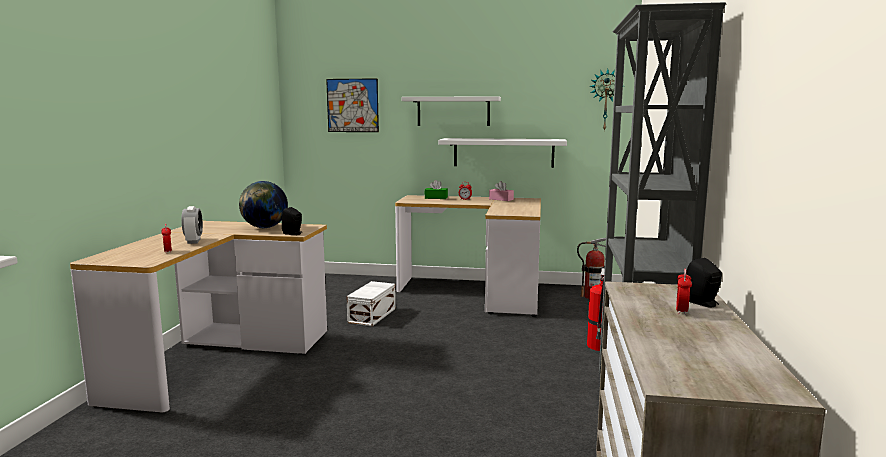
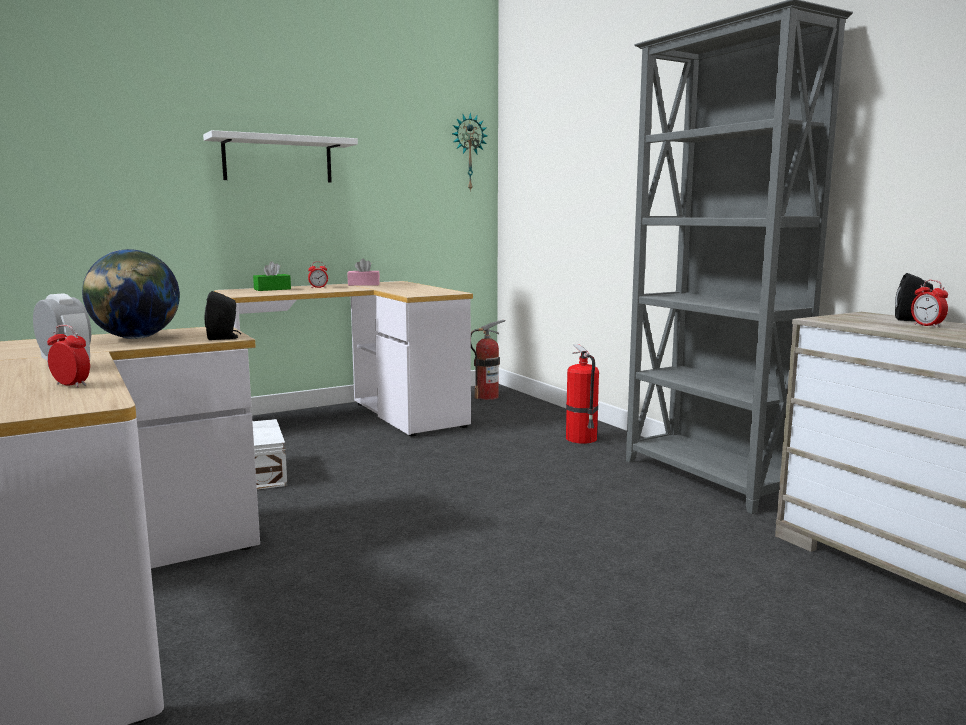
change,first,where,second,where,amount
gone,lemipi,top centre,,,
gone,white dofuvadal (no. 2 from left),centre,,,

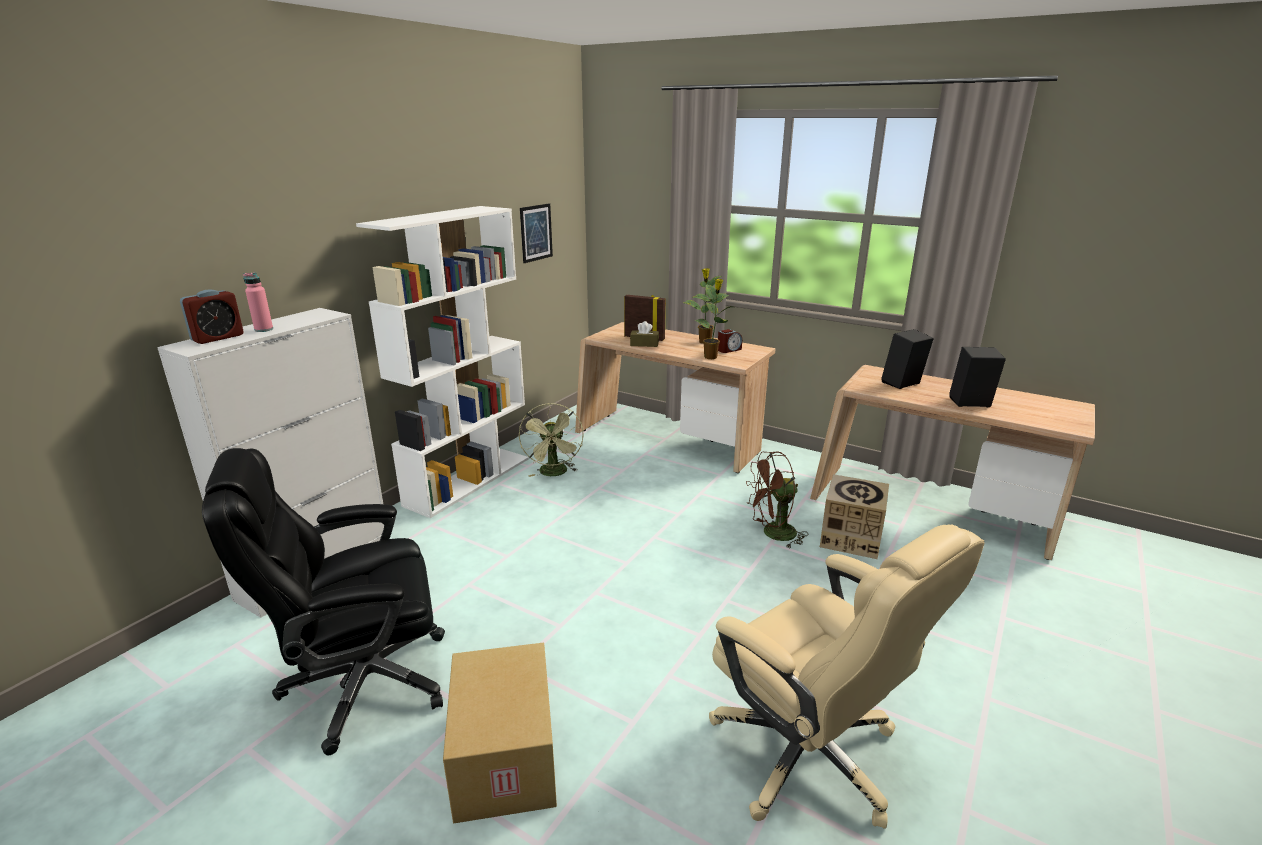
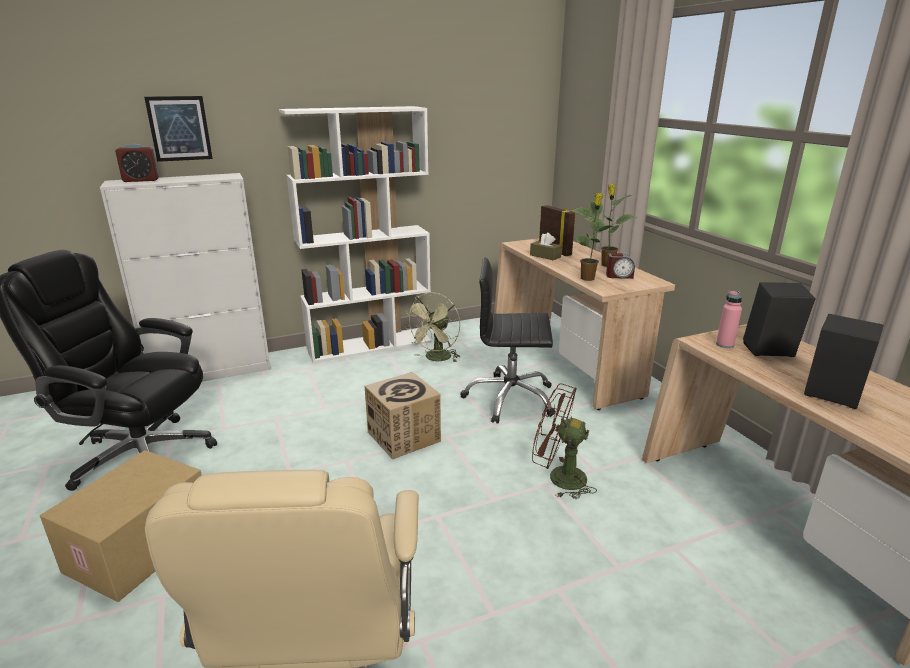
change,first,where,second,where,amount
new,,,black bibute (no. 2 from left),centre,
shifted,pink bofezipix,middle left,,middle right,
shifted,lemipi,top centre,,top left,
shifted,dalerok (no. 2 from left),middle right,,centre,

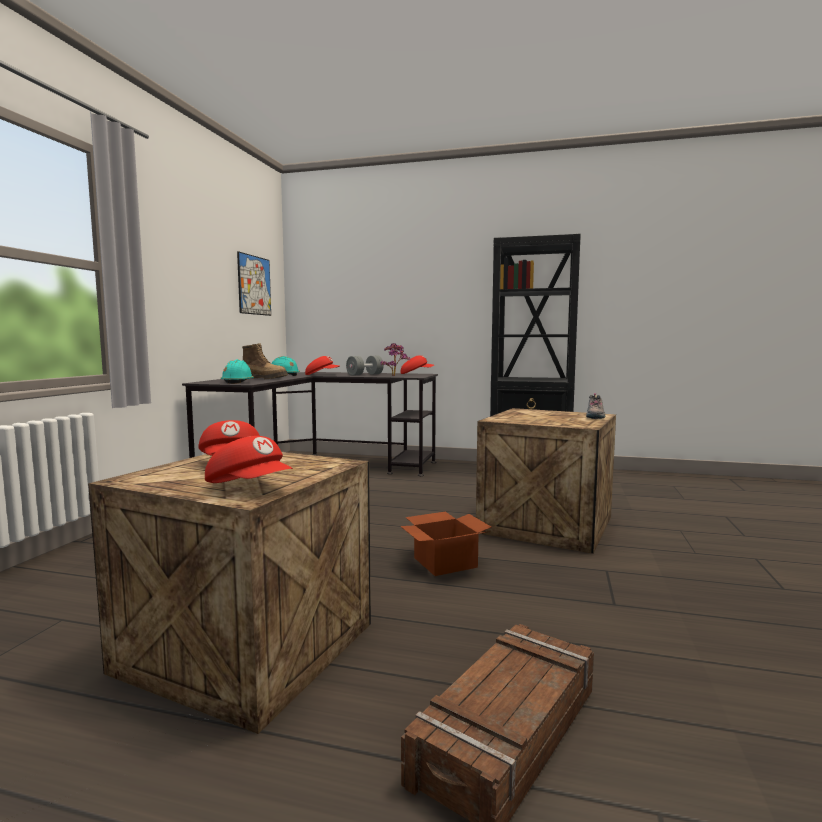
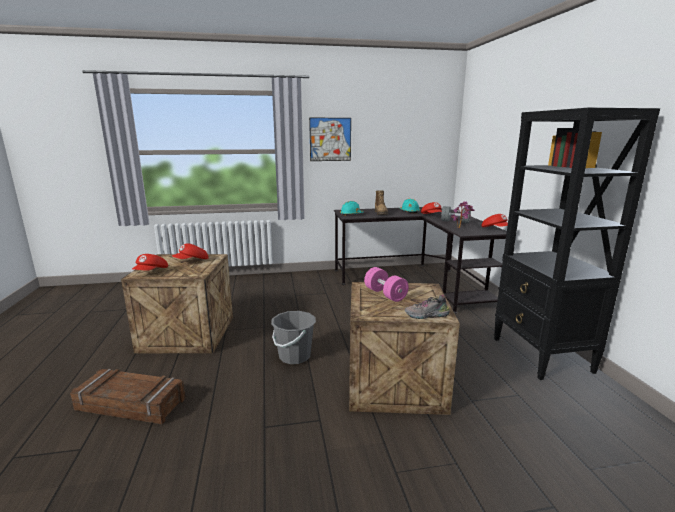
change,first,where,second,where,amount
new,,,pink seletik,centre,
shifted,lemipi,middle left,,top centre,
swapped,dalerok,centre,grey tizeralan,centre,

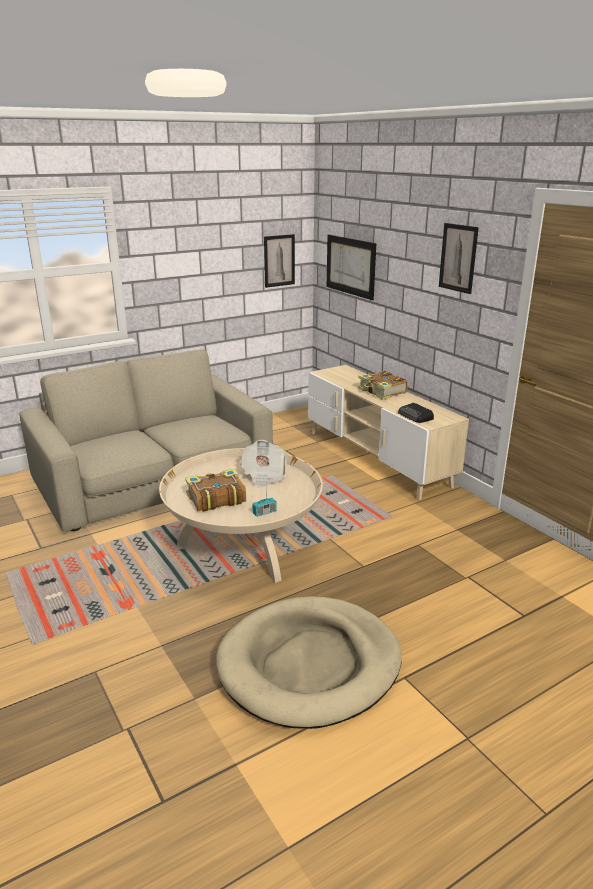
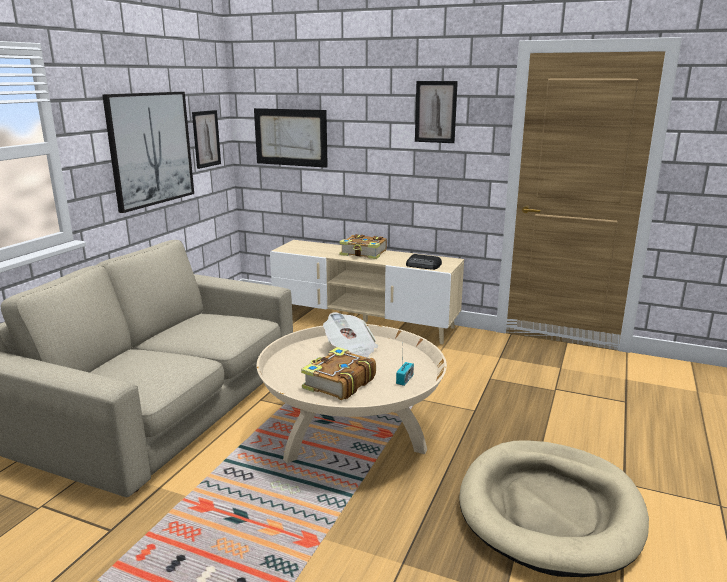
change,first,where,second,where,amount
new,,,lemipi (no. 1 from left),top left,

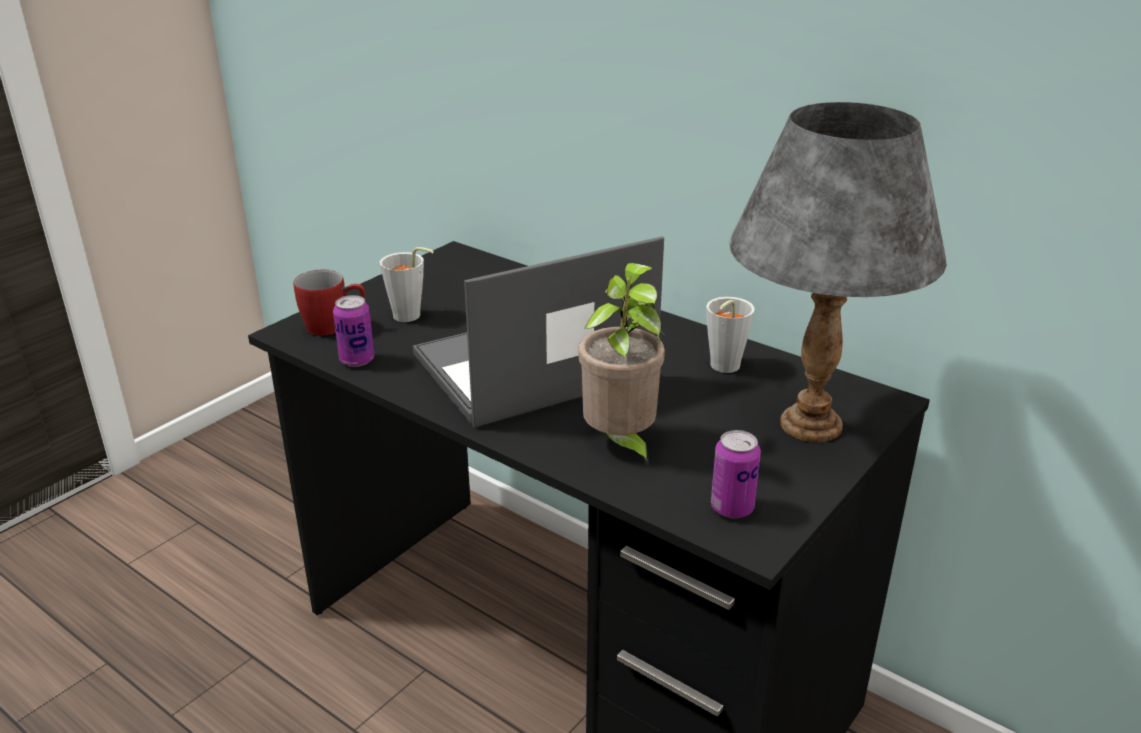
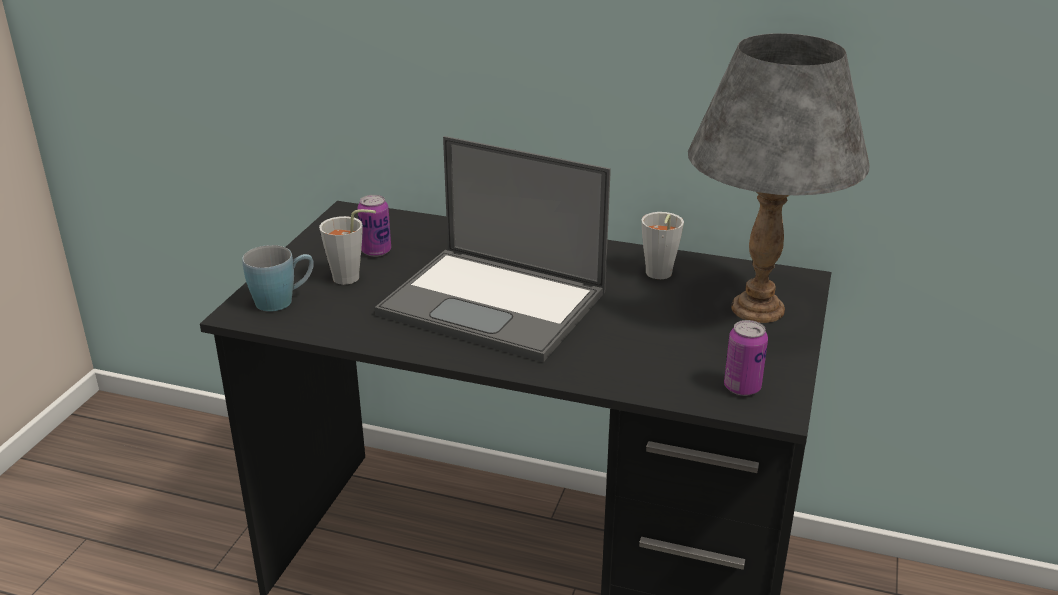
change,first,where,second,where,amount
gone,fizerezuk,centre,,,
shifted,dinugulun (no. 1 from left),middle left,,centre,
repainted,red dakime,middle left,blue dakime,middle left,
rotated,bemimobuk,centre,,centre,105 degrees counterclockwise

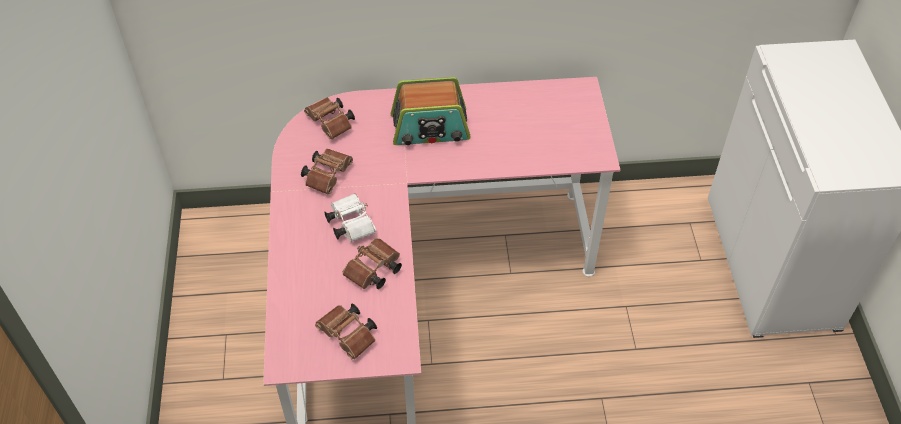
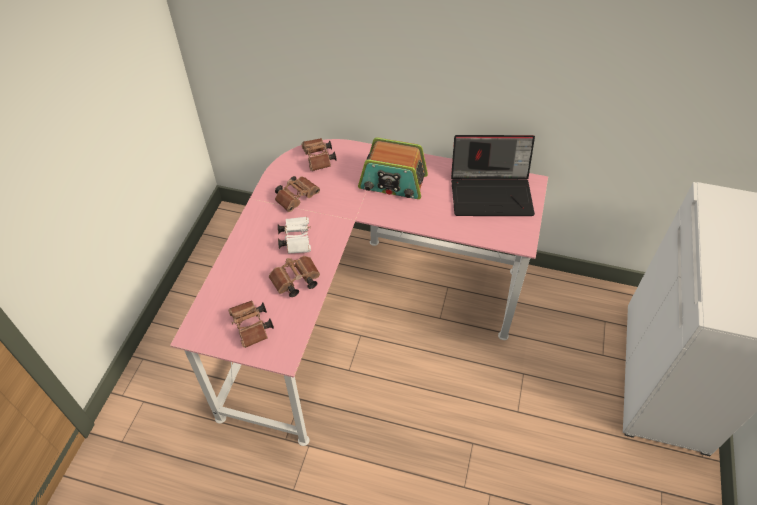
change,first,where,second,where,amount
new,,,bemimobuk,centre,

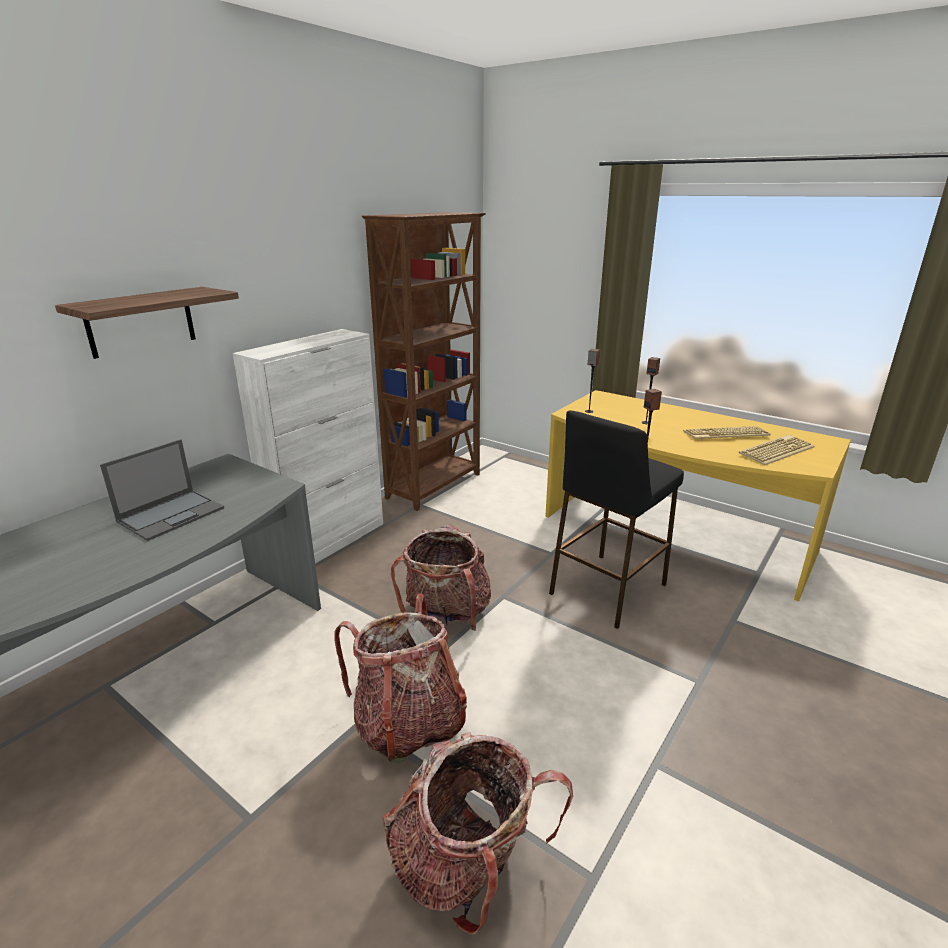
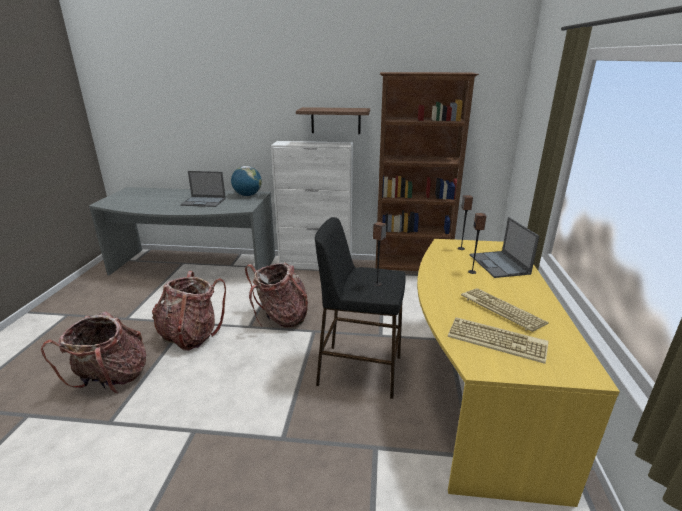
change,first,where,second,where,amount
new,,,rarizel,centre,
new,,,bemimobuk (no. 2 from left),middle right,
shifted,dofuvadal,middle left,,top centre,

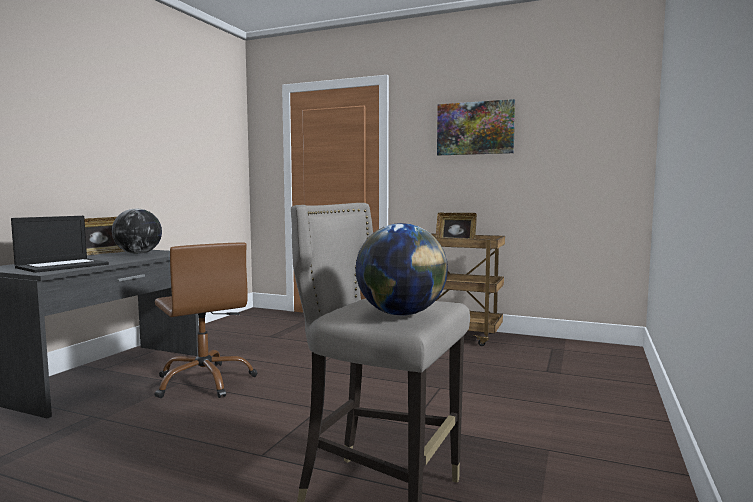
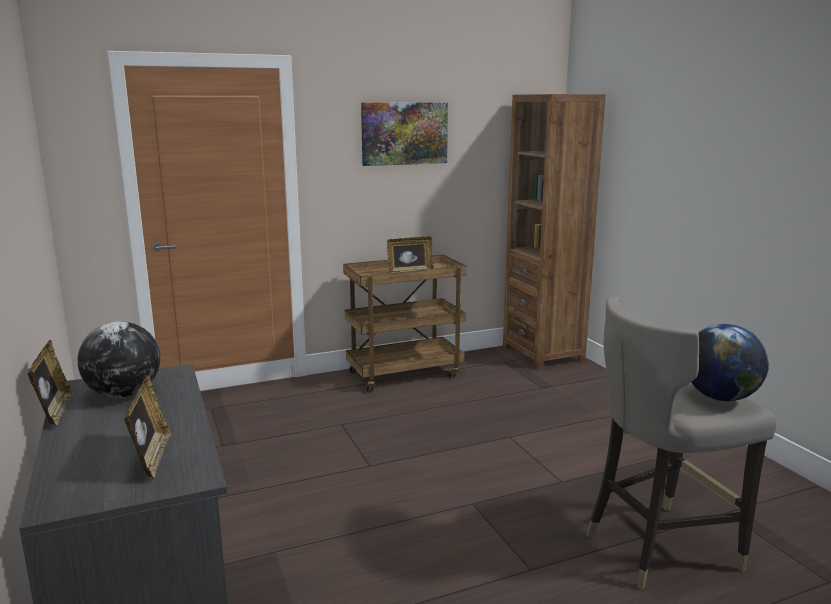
change,first,where,second,where,amount
gone,brown bibute,middle left,,,
new,,,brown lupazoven,middle right,
swapped,bemimobuk,middle left,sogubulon (no. 2 from left),bottom left,

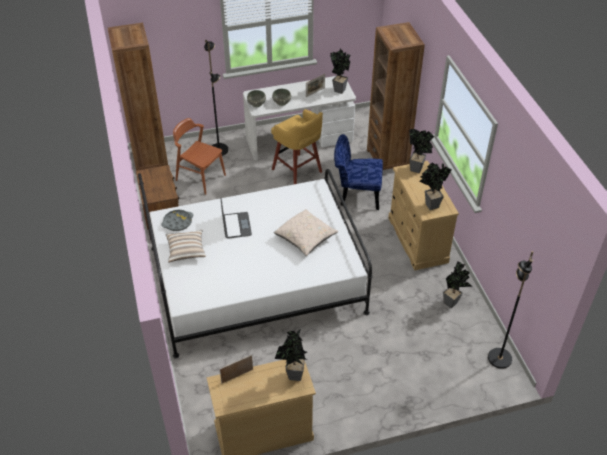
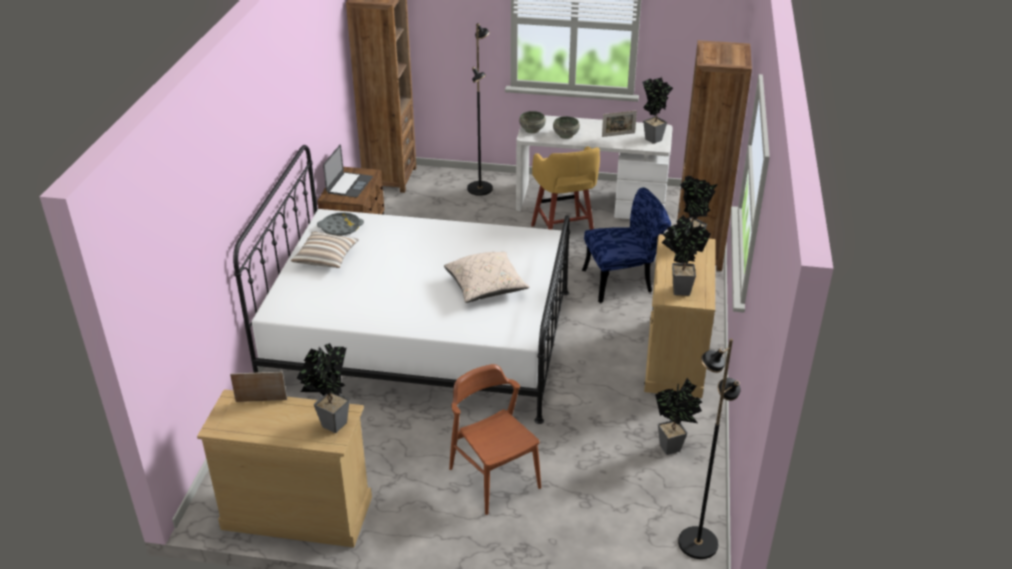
change,first,where,second,where,amount
shifted,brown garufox,middle left,,bottom centre,
shifted,bemimobuk,centre,,top centre,
rotated,blue garufox,centre,,centre,135 degrees clockwise

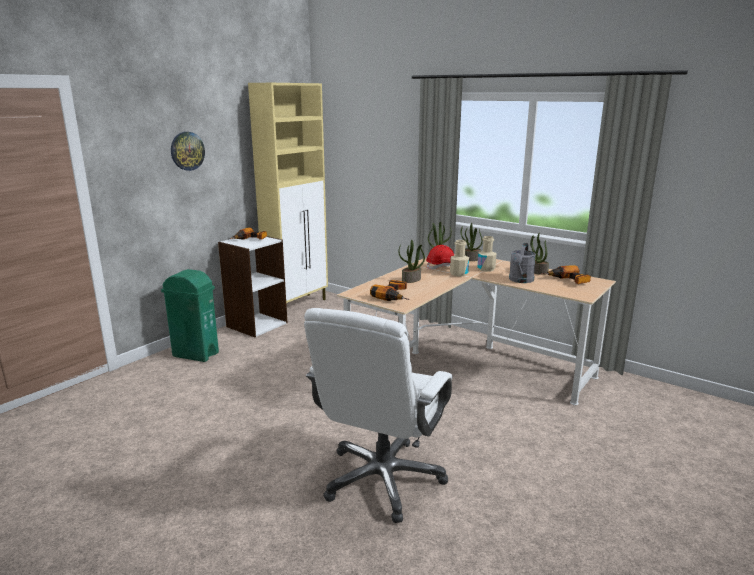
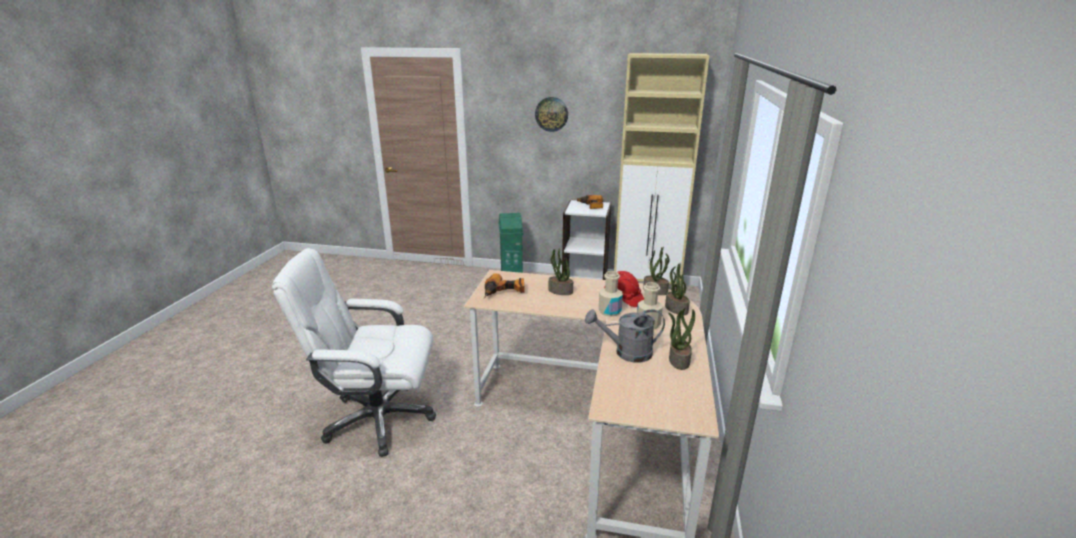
change,first,where,second,where,amount
gone,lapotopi (no. 3 from left),middle right,,,

